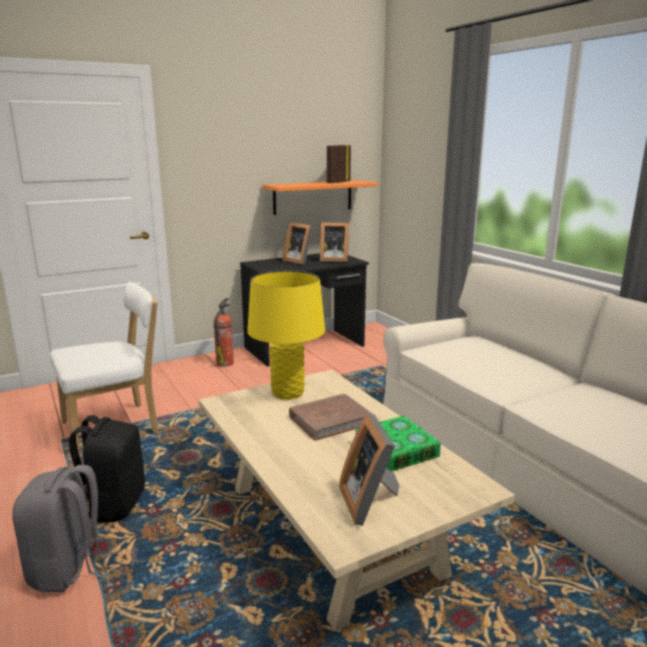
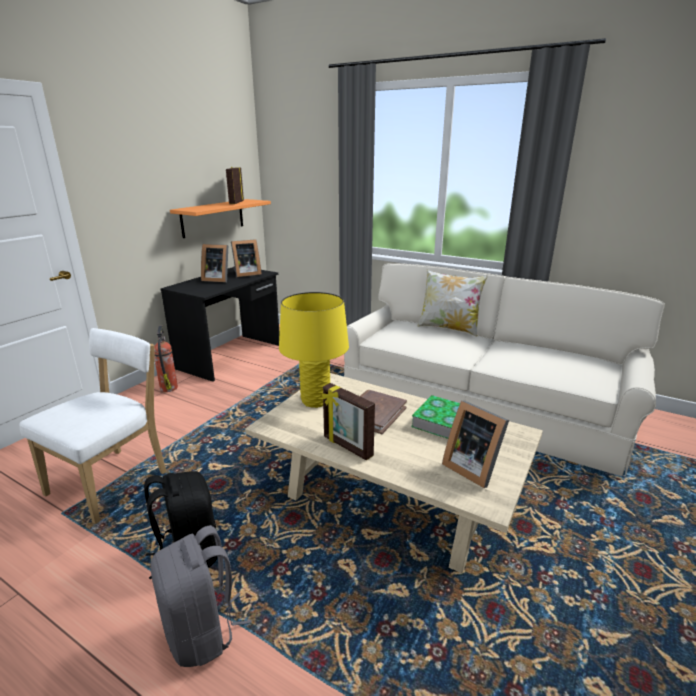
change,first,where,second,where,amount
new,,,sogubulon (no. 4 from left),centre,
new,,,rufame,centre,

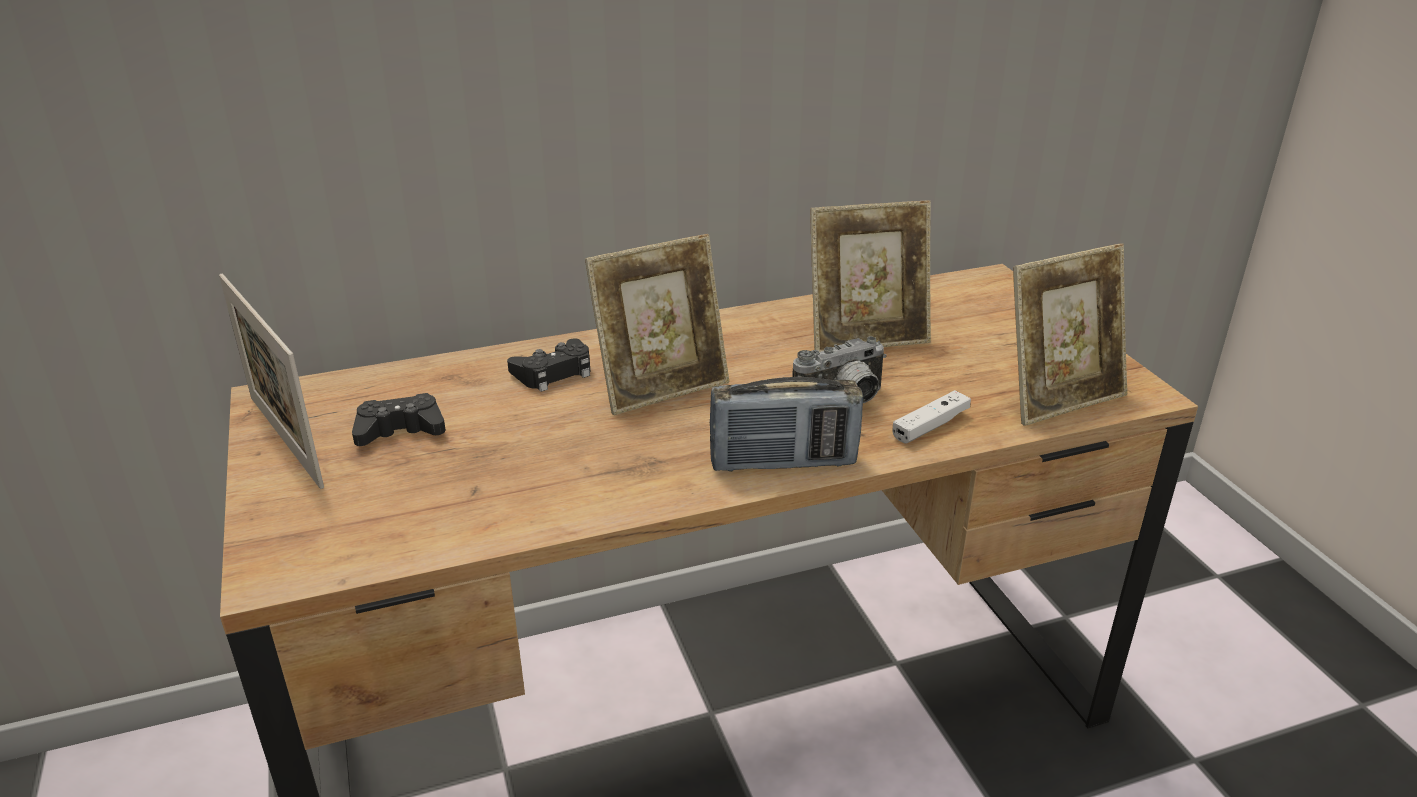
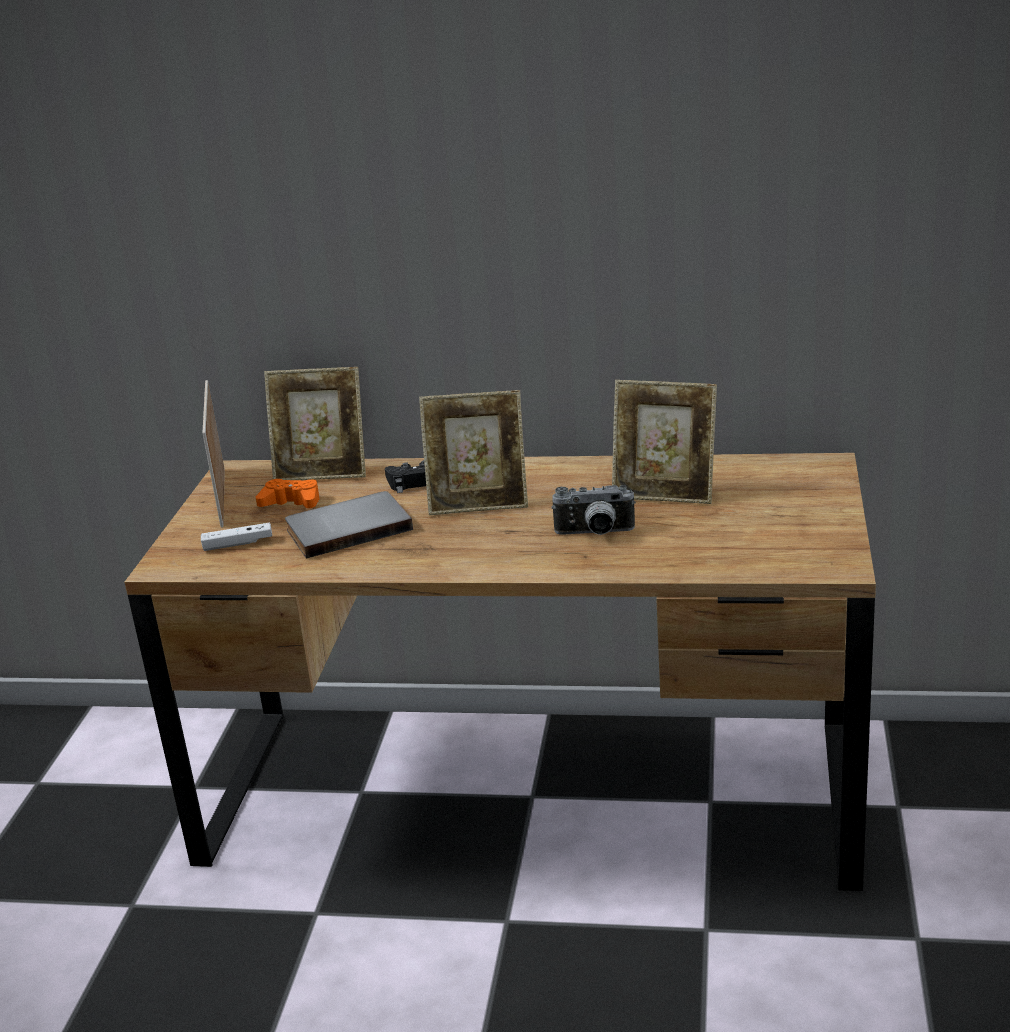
change,first,where,second,where,amount
gone,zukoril,centre,,,
new,,,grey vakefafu,centre,
shifted,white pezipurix,centre,,middle left,
shifted,sogubulon (no. 4 from left in the first image),middle right,sogubulon (no. 2 from left),middle left,
repainted,black pezipurix (no. 1 from left),middle left,orange pezipurix,middle left,

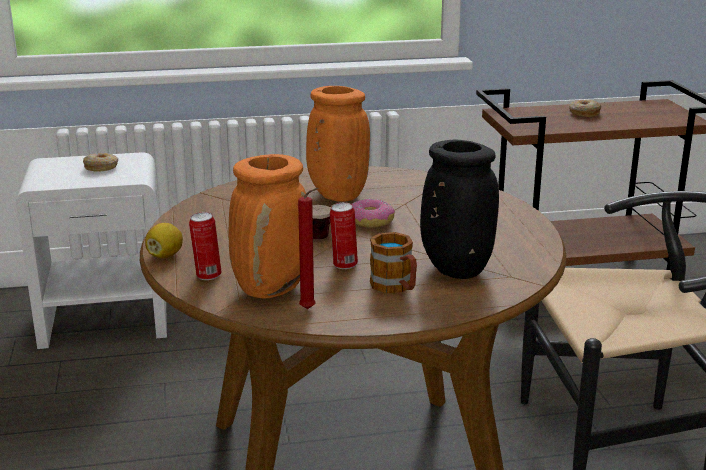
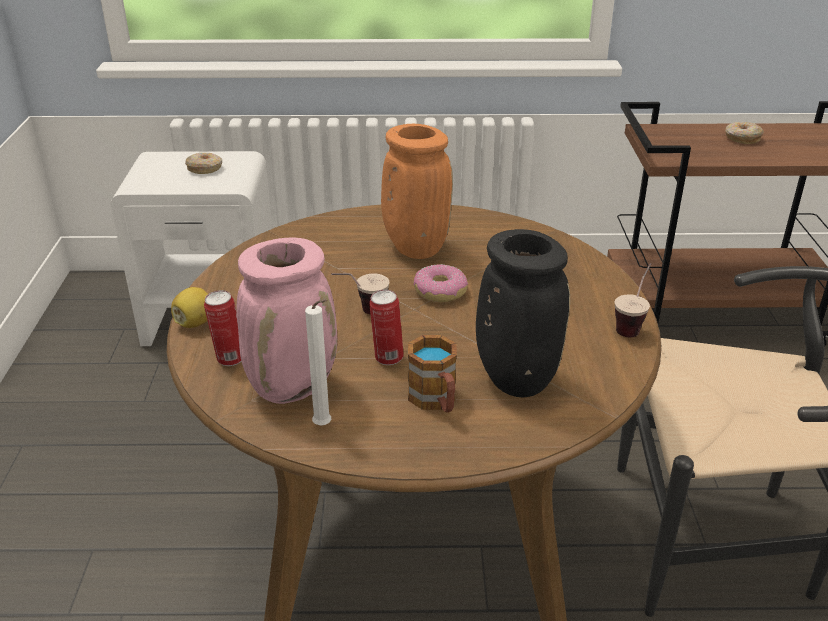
change,first,where,second,where,amount
new,,,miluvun (no. 2 from left),middle right,
repainted,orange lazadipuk (no. 1 from left),centre,pink lazadipuk,centre,
repainted,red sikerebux,centre,white sikerebux,centre,

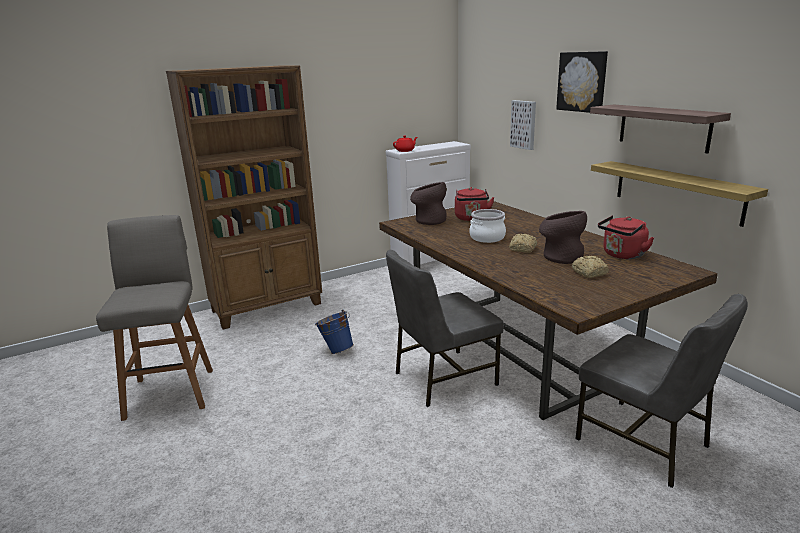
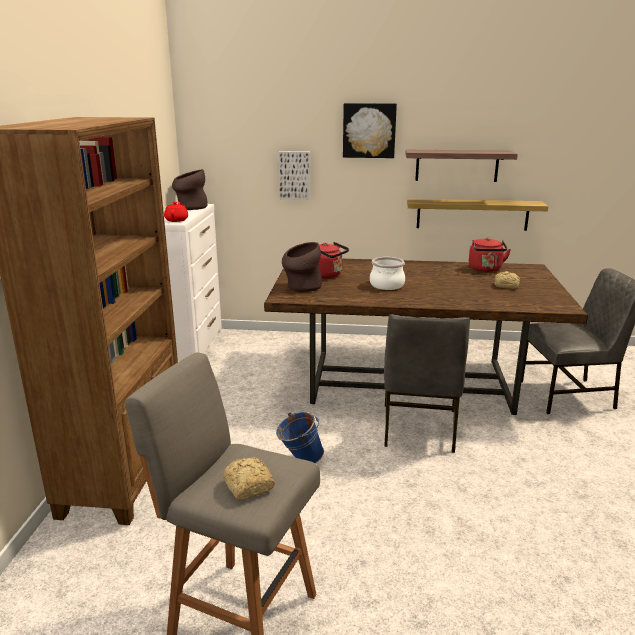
change,first,where,second,where,amount
shifted,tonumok (no. 1 from left),centre,,bottom centre,
shifted,brown lazadipuk (no. 2 from left in the first image),middle right,brown lazadipuk (no. 1 from left),top left,

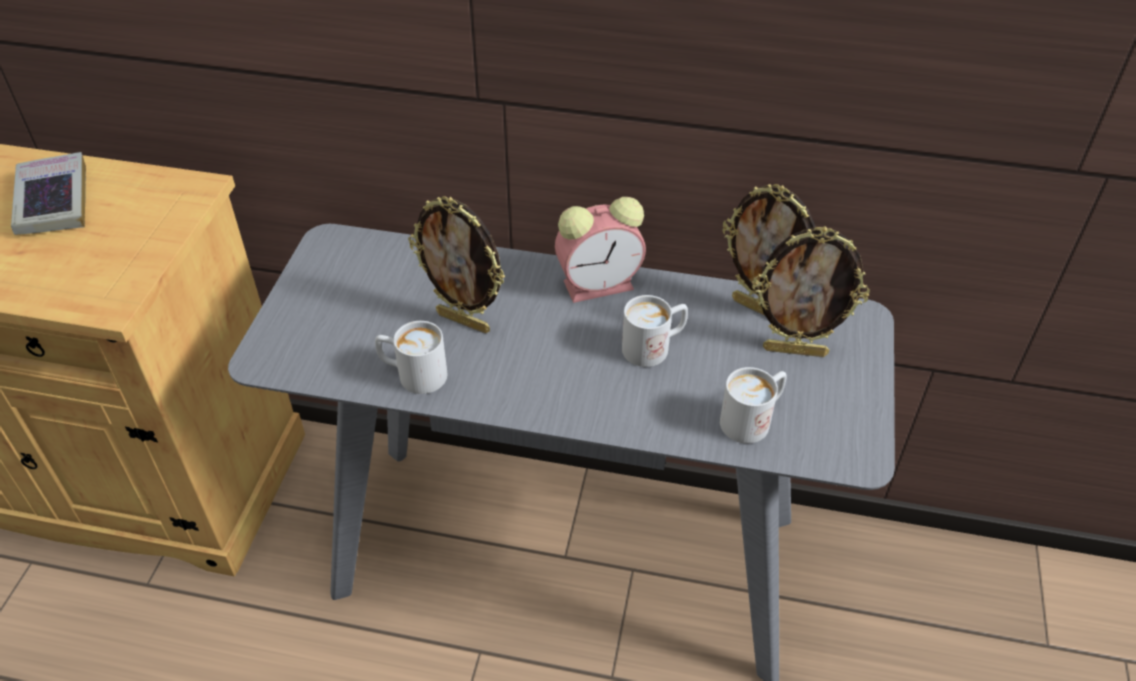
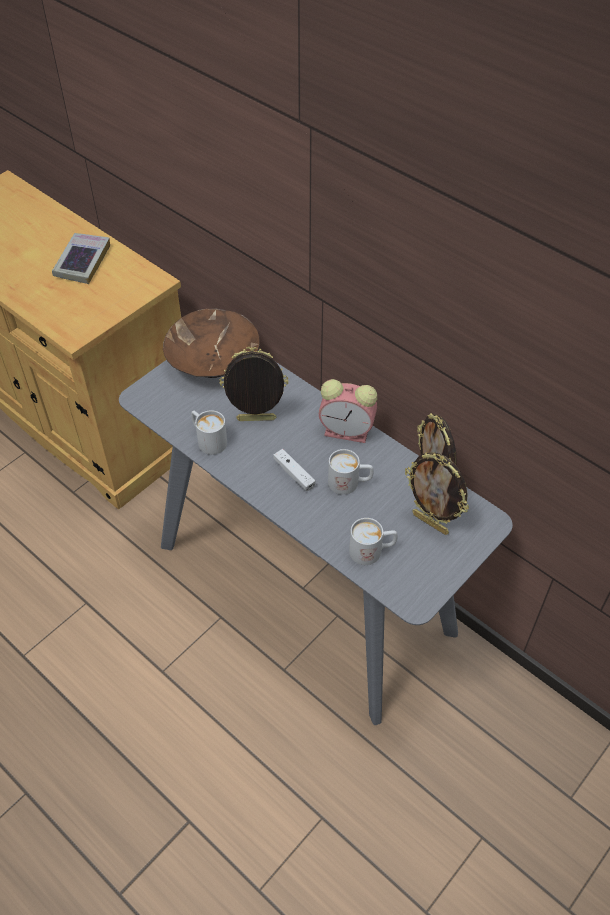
change,first,where,second,where,amount
new,,,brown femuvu,centre,
new,,,white pezipurix,centre,
rotated,sogubulon (no. 1 from left),centre,,centre,120 degrees clockwise

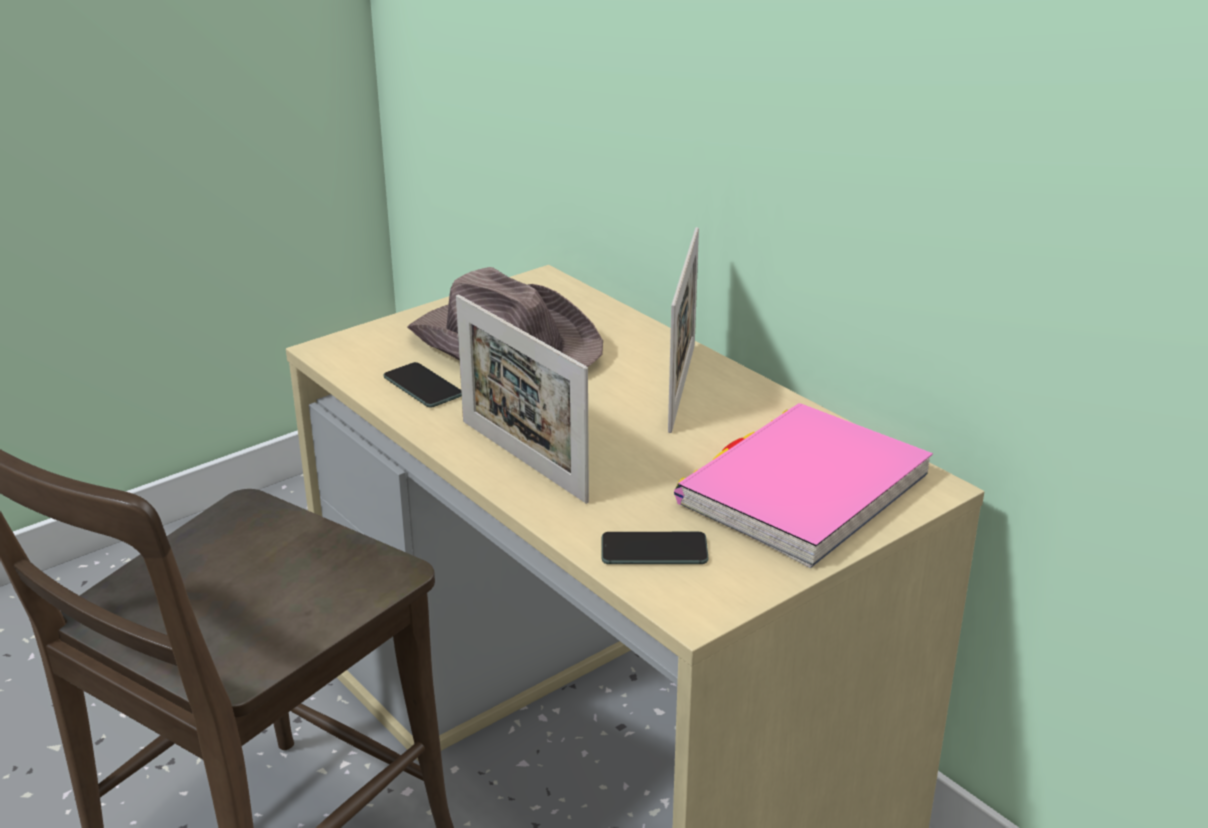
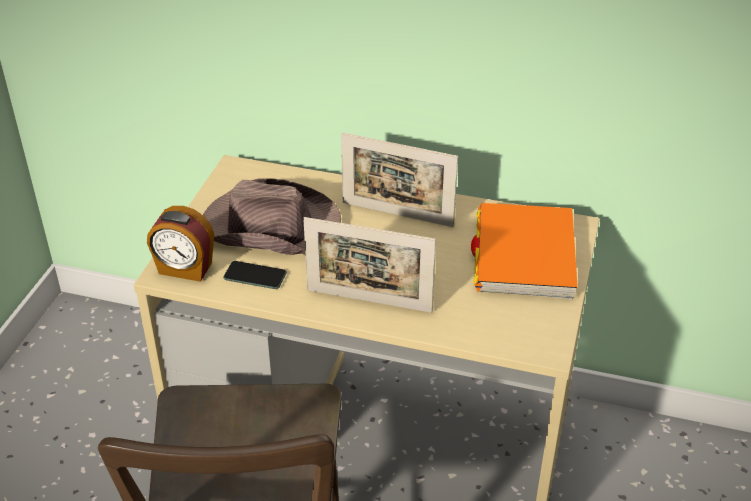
change,first,where,second,where,amount
gone,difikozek (no. 2 from left),centre,,,
new,,,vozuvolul,middle left,
repainted,pink vakefafu,centre,orange vakefafu,middle right,
rotated,sogubulon (no. 2 from left),centre,,centre,135 degrees clockwise

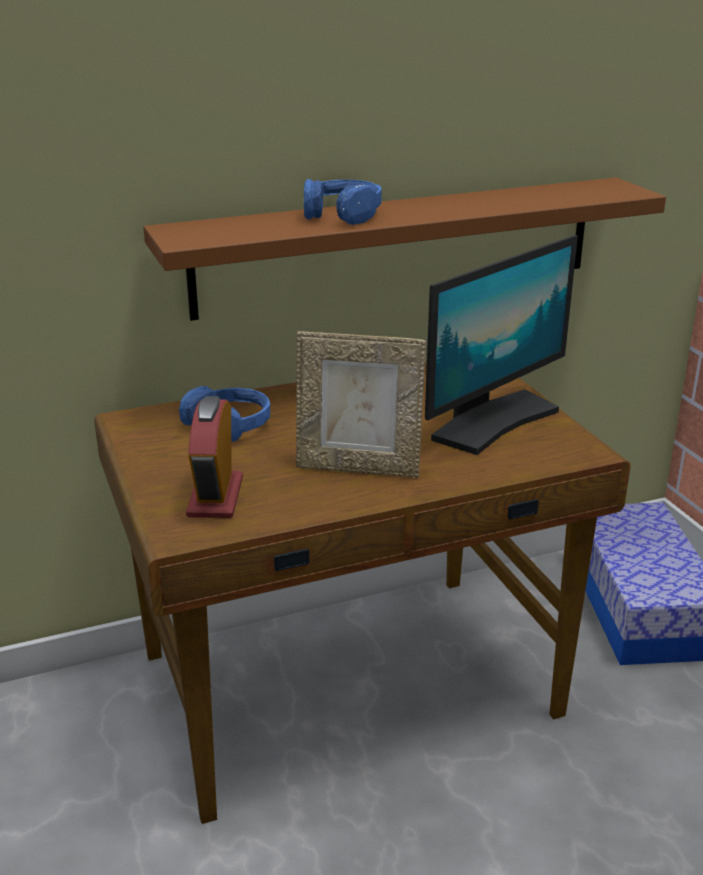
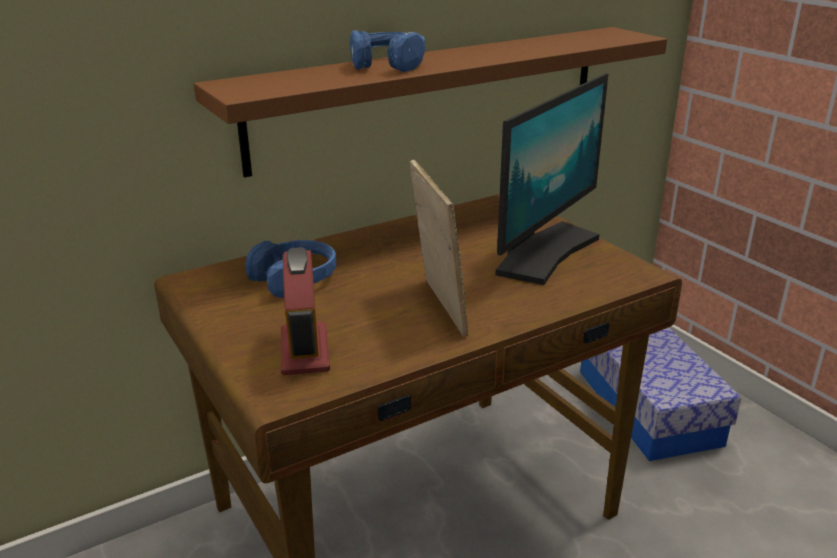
change,first,where,second,where,amount
rotated,sogubulon,centre,,centre,105 degrees counterclockwise

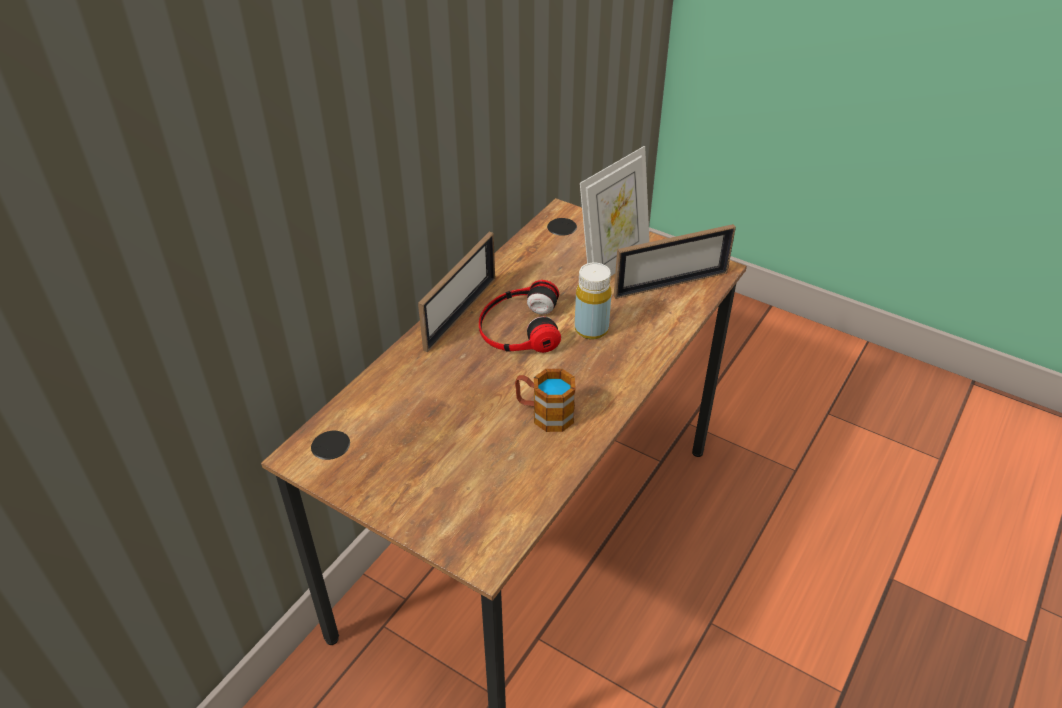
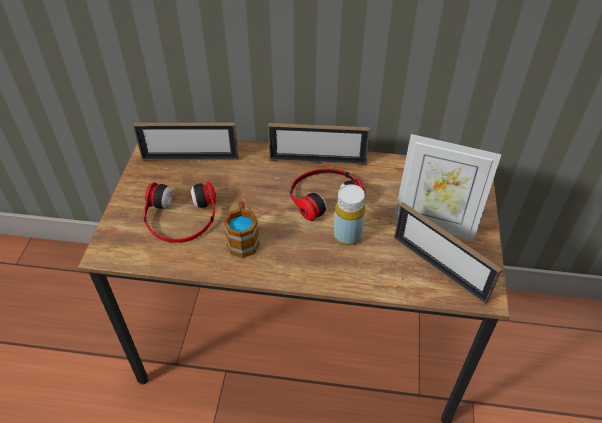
change,first,where,second,where,amount
new,,,sogubulon (no. 1 from left),middle left,
new,,,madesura (no. 1 from left),middle left,

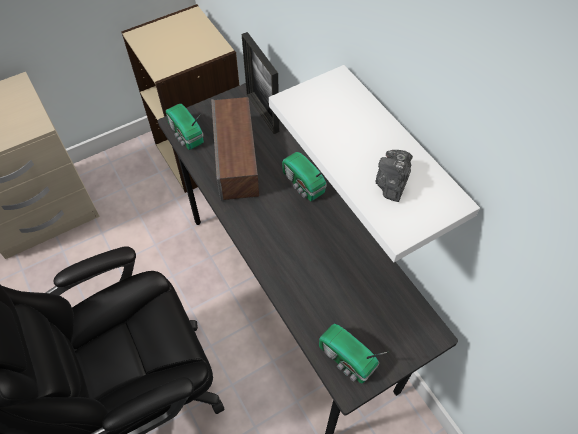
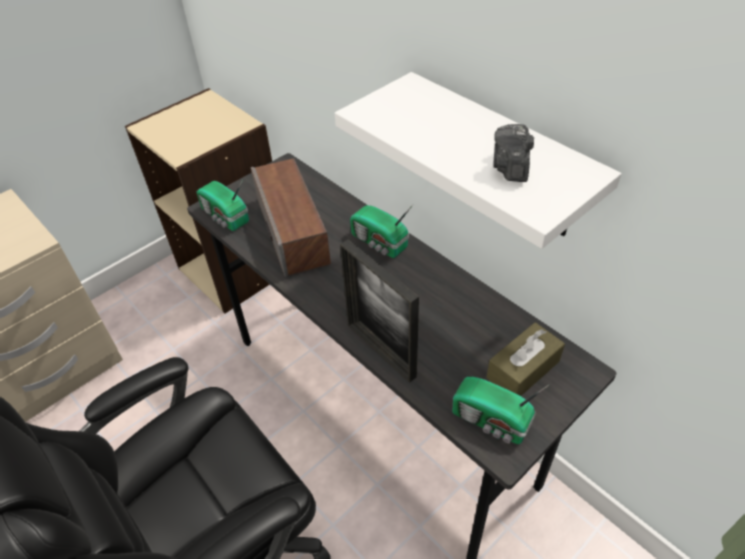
change,first,where,second,where,amount
new,,,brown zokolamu,middle right,
shifted,sogubulon,top centre,,centre,

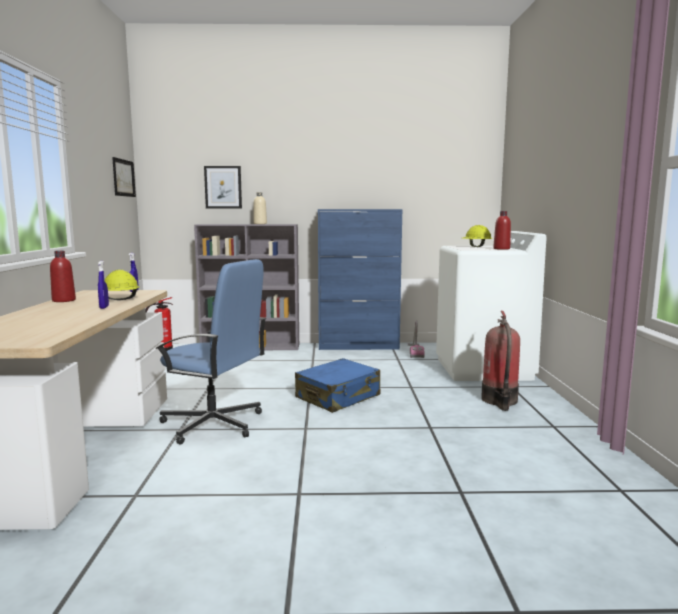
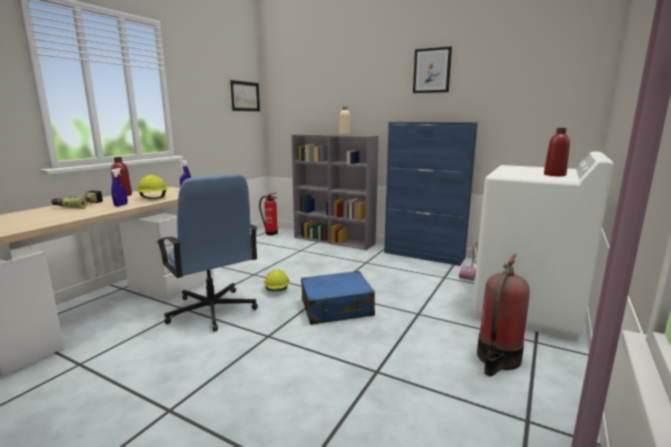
change,first,where,second,where,amount
new,,,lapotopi,middle left,
shifted,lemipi (no. 2 from left),top left,,top centre,
shifted,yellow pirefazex (no. 2 from left),middle right,,centre,

